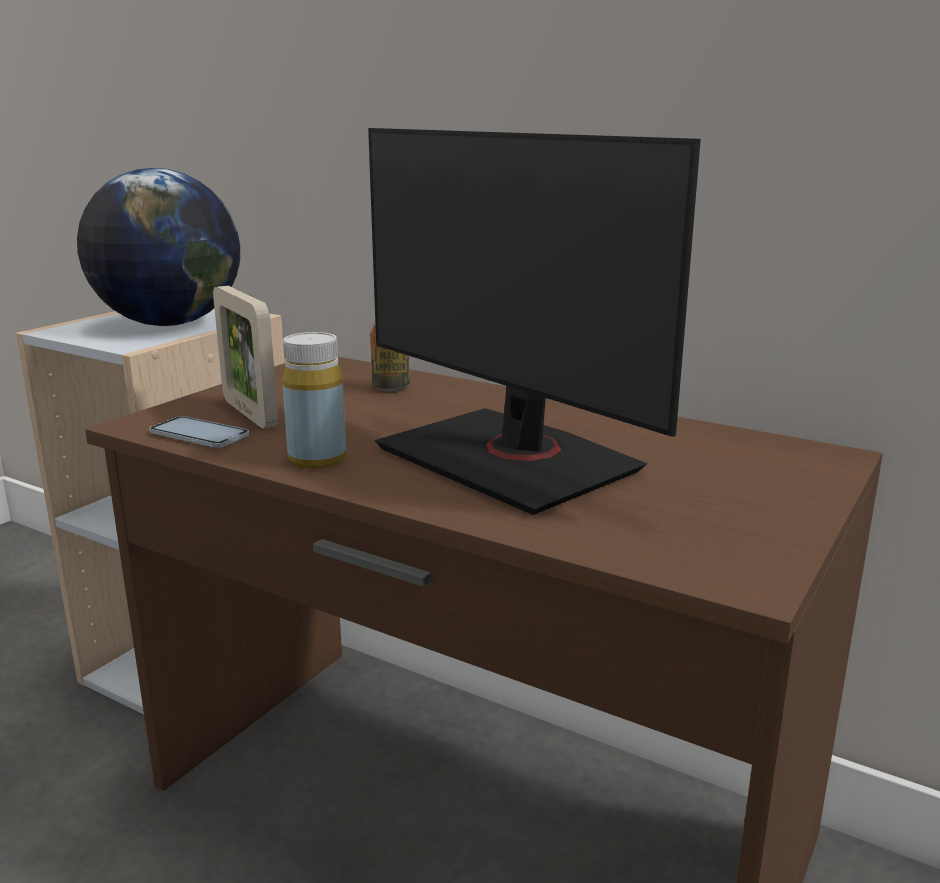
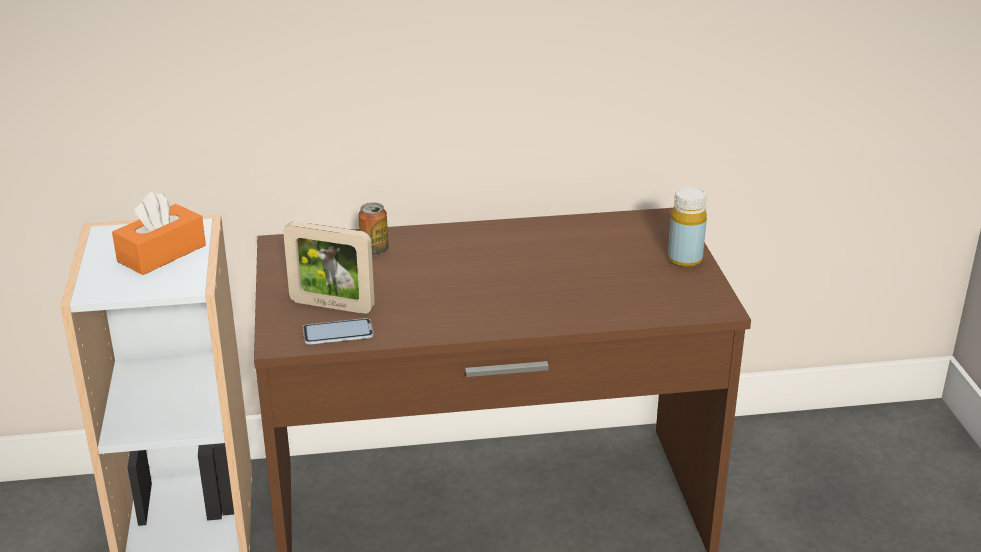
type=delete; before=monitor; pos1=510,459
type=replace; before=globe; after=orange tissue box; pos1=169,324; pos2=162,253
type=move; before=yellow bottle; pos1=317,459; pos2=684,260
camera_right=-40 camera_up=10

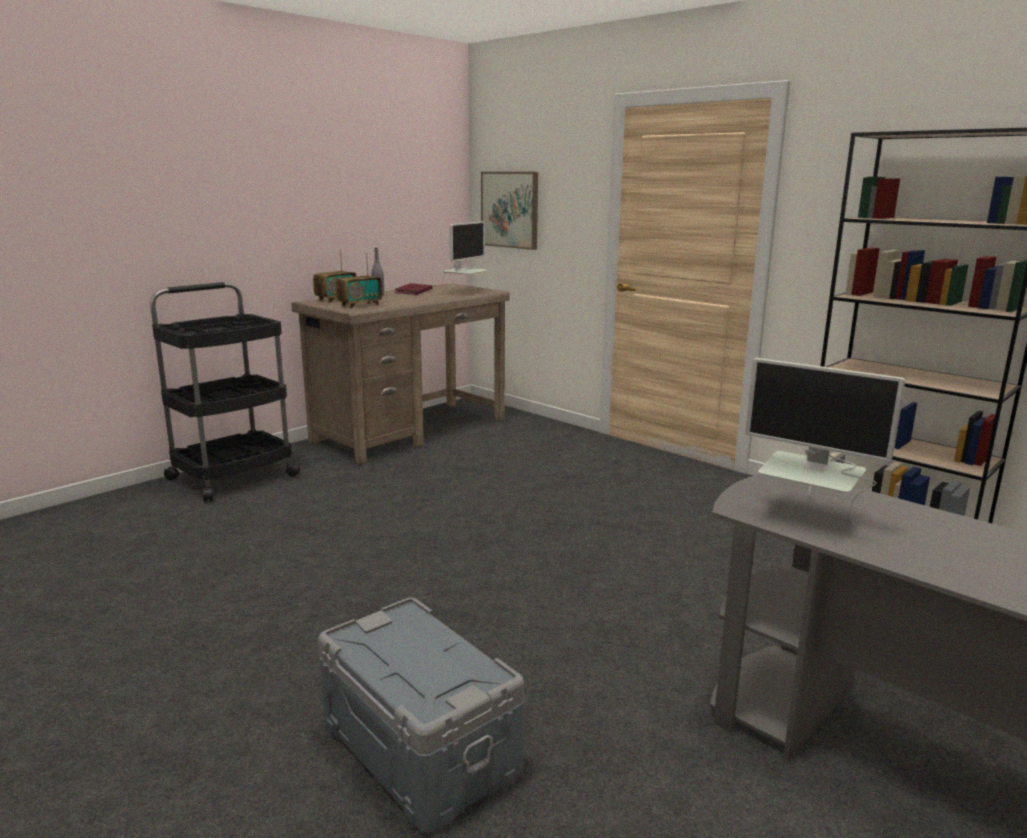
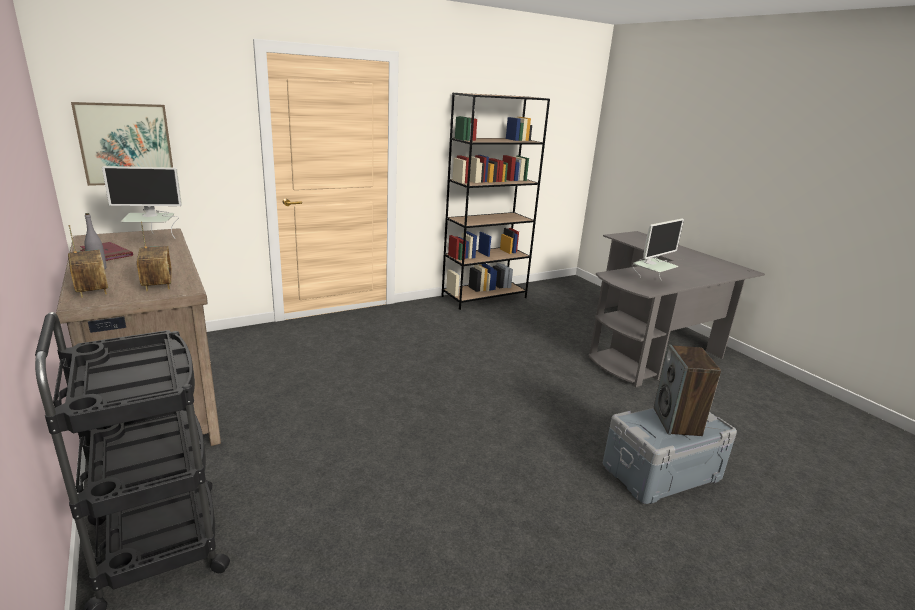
type=rotate; before=monitor; pos1=465,292; pos2=152,239; turn=120
type=insert; after=speaker; pos2=677,422
camera_right=-75 camera_up=5

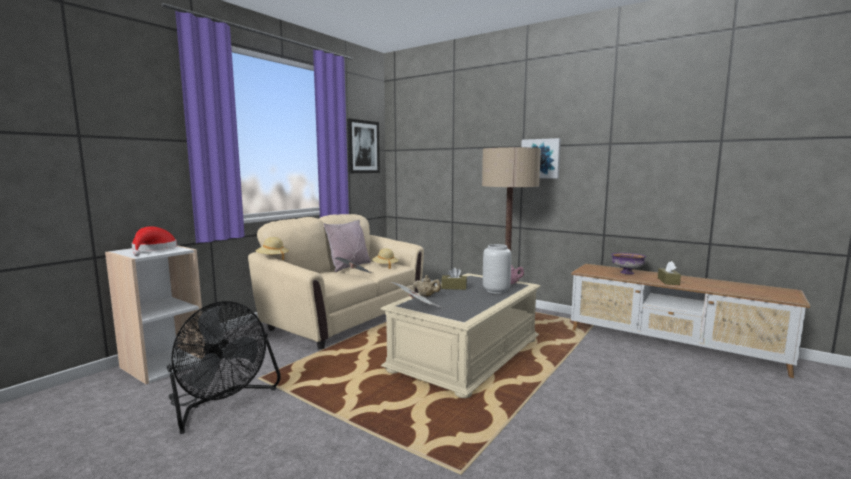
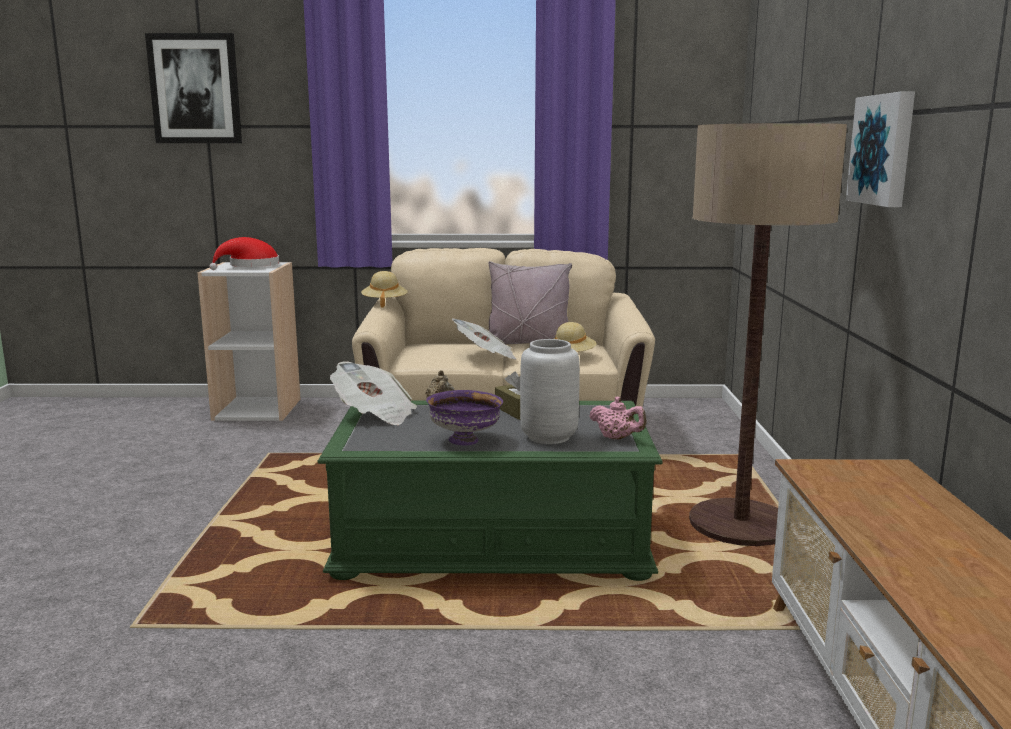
type=move; before=picture; pos1=363,147; pos2=195,89
type=move; before=purple bowl; pos1=626,273; pos2=465,440
type=delete; before=brown tissue box; pos1=668,281
type=recolor; before=beige coffee table; after=green coffee table; pos1=466,354; pos2=494,540
type=delete; before=black fan; pos1=218,404
camera_right=55 camera_up=5

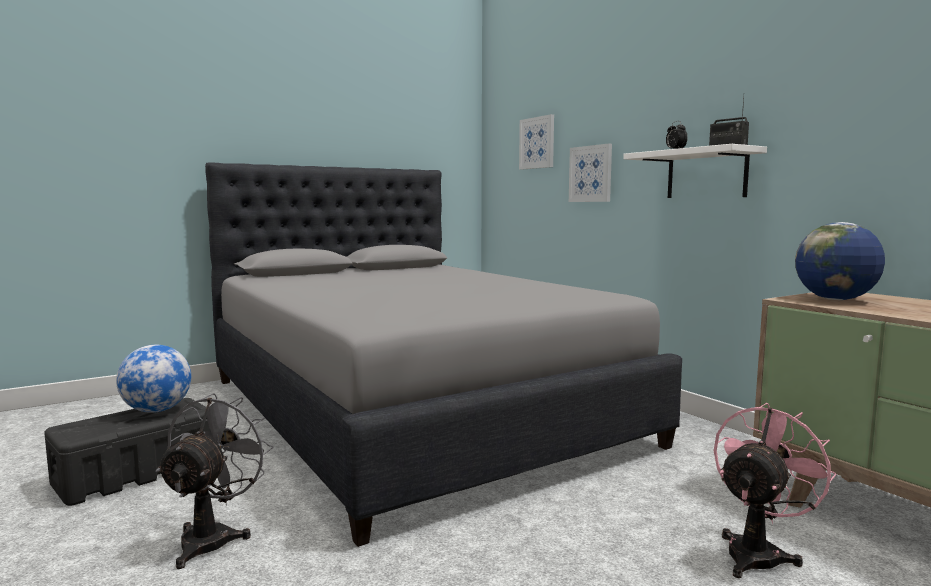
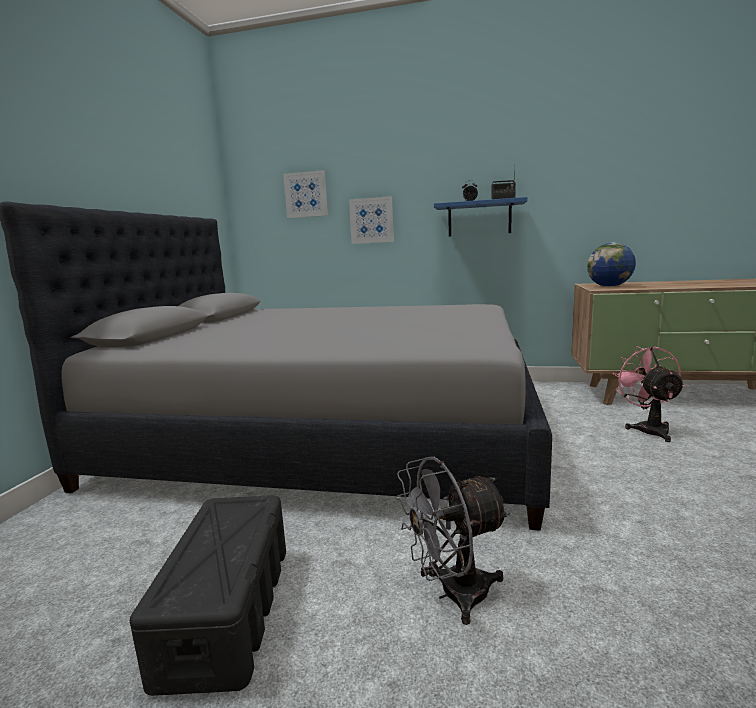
type=recolor; before=white shelf; after=blue shelf; pos1=706,174; pos2=479,219
type=delete; before=globe; pos1=156,410
type=rotate; before=grey fan; pos1=213,537; pos2=452,594; turn=-75
camera_right=-45 camera_up=5

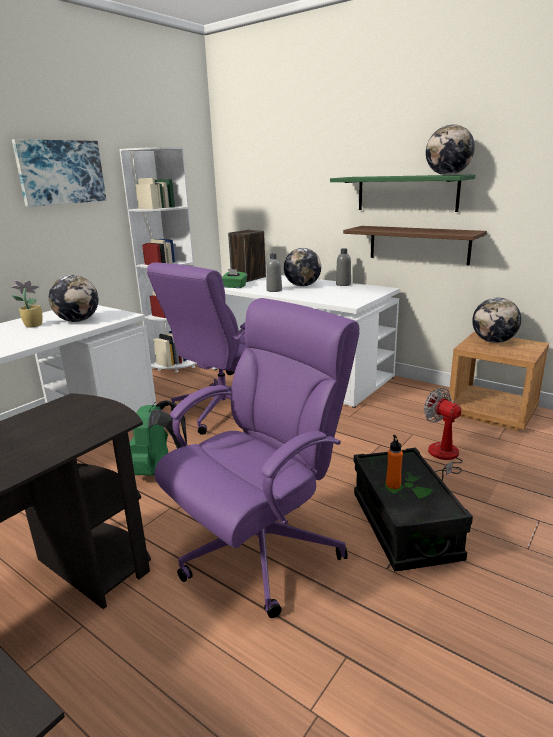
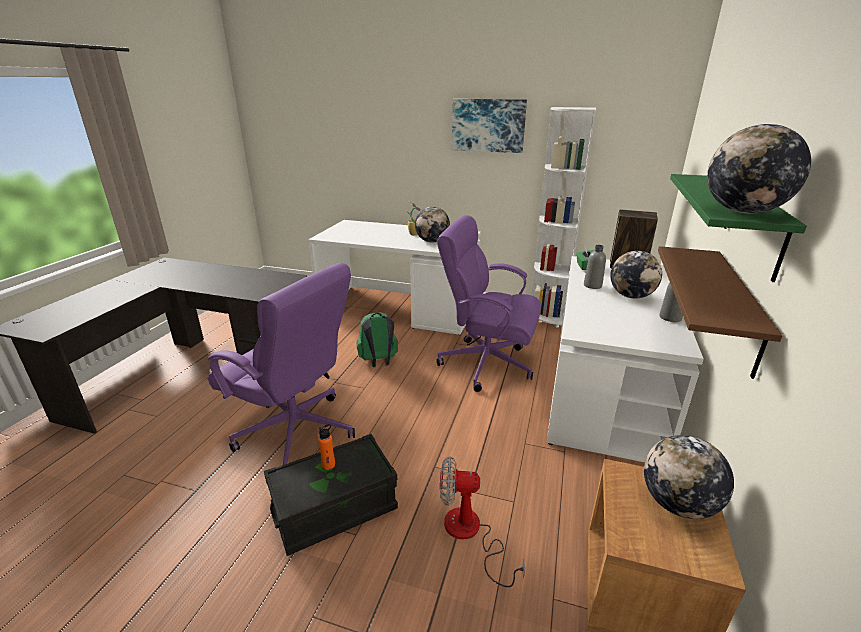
type=rotate; before=fan; pos1=443,458; pos2=470,534; turn=-120
camera_right=70 camera_up=5

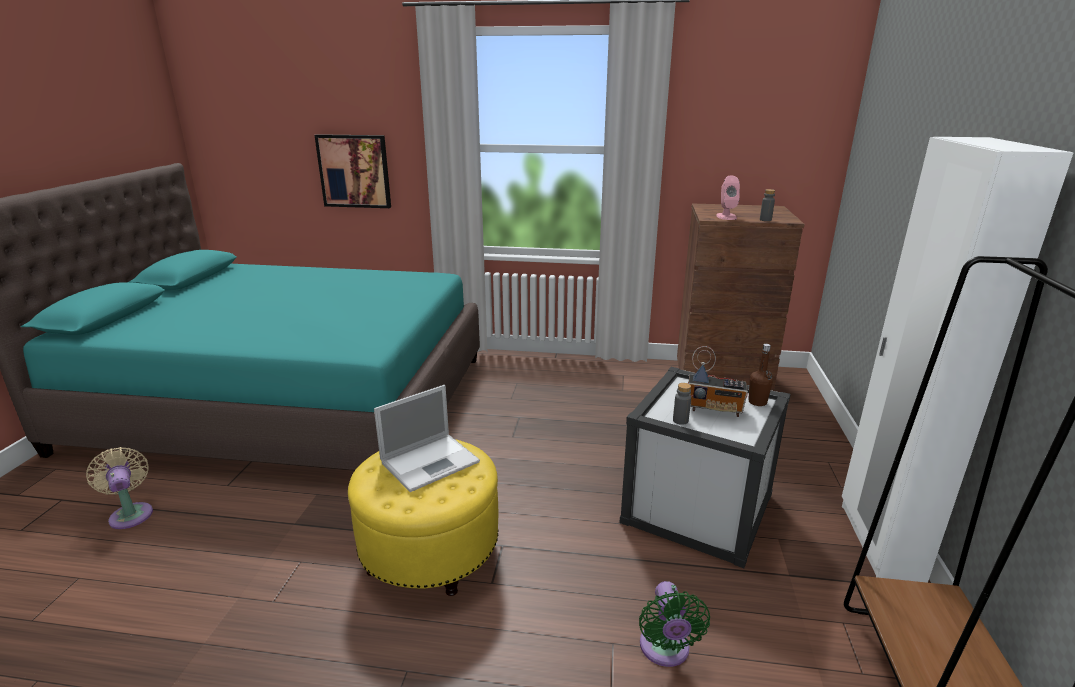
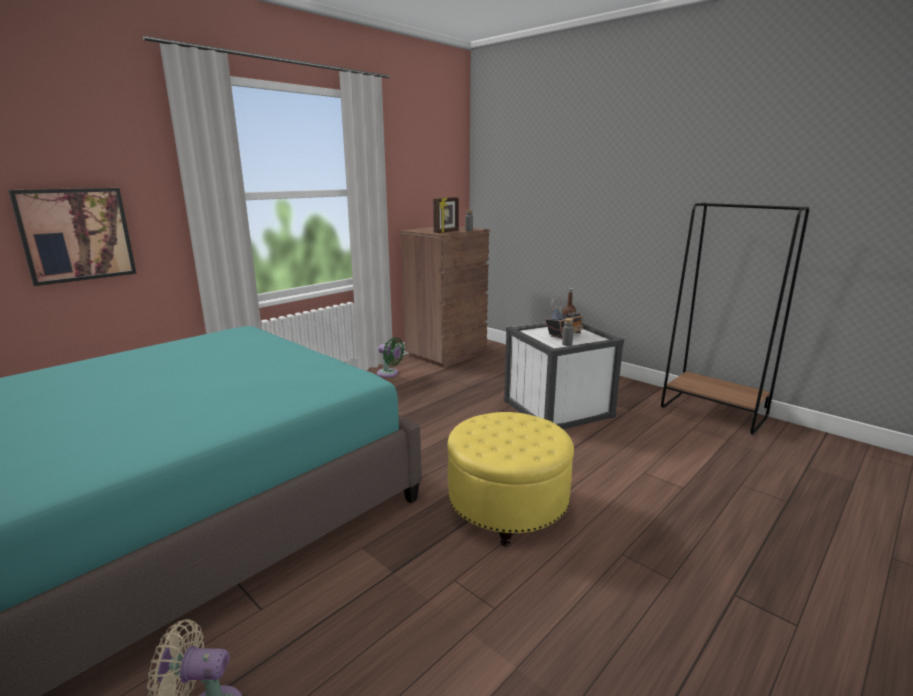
type=delete; before=white wardrobe; pos1=878,542
type=replace; before=pink speaker; after=picture frame; pos1=726,216; pos2=446,232
type=delete; before=laptop; pos1=431,461
type=move; before=green fan; pos1=665,650; pos2=389,374
camera_right=-55 camera_up=-5

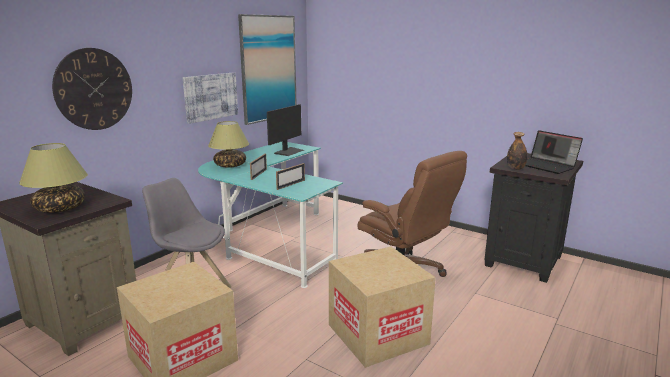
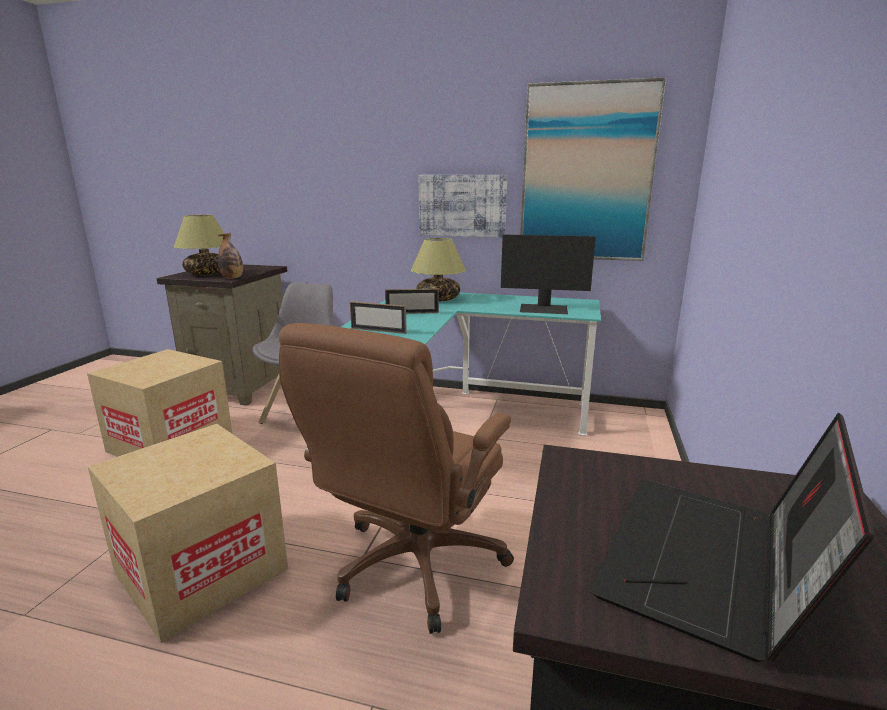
type=delete; before=wall clock; pos1=94,89
type=move; before=bottle; pos1=515,168; pos2=232,278
camera_right=70 camera_up=0

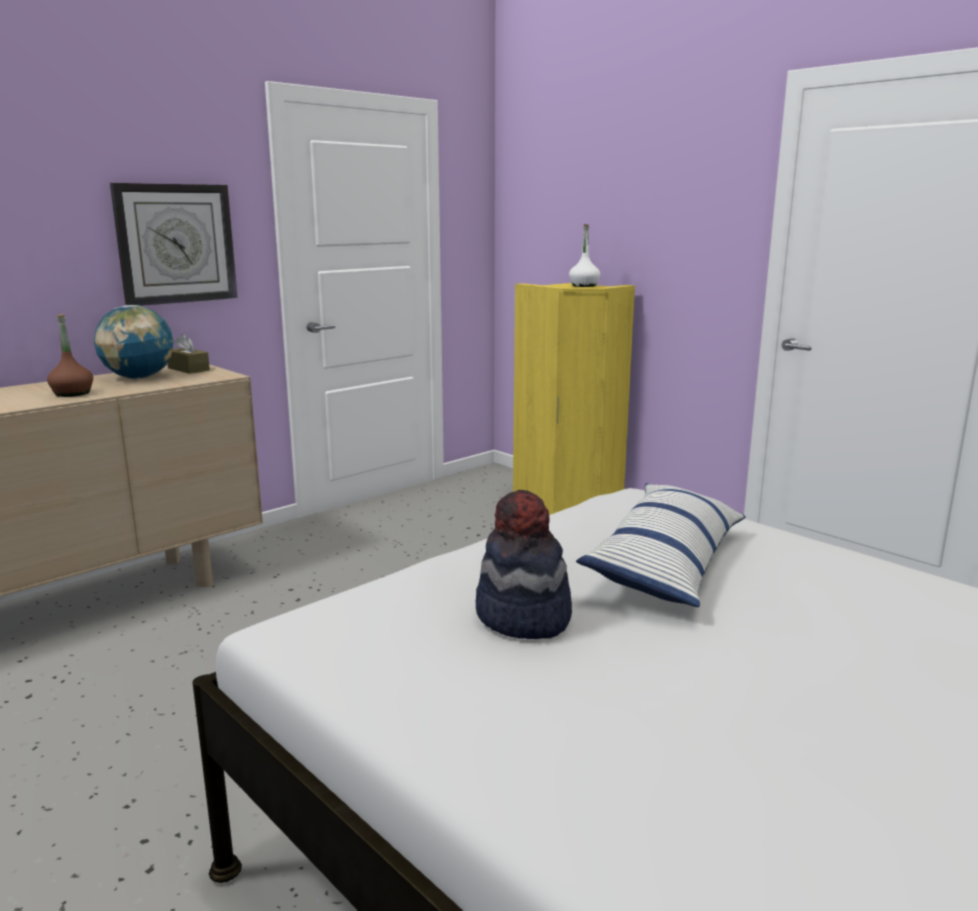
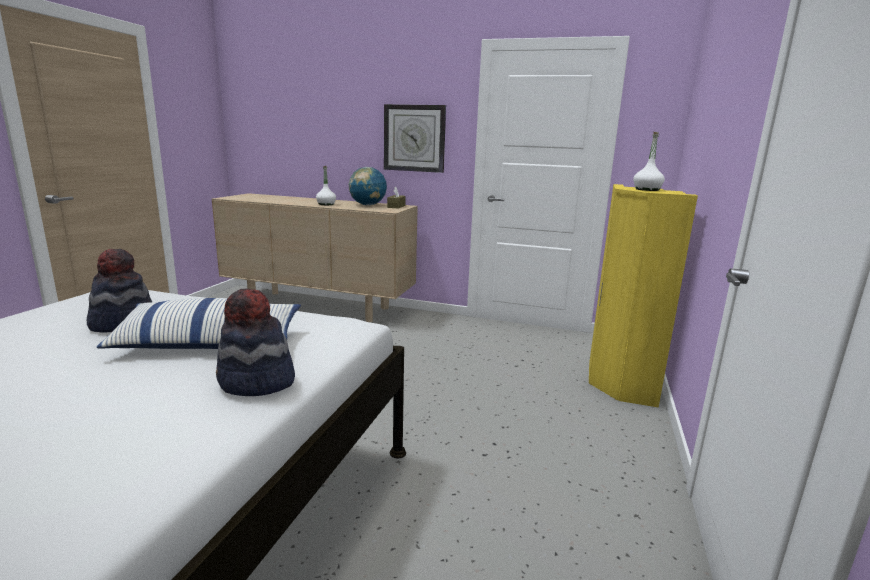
type=recolor; before=brown bottle; after=white bottle; pos1=72,393; pos2=326,204
type=insert; after=hat; pos2=256,382
camera_right=60 camera_up=0

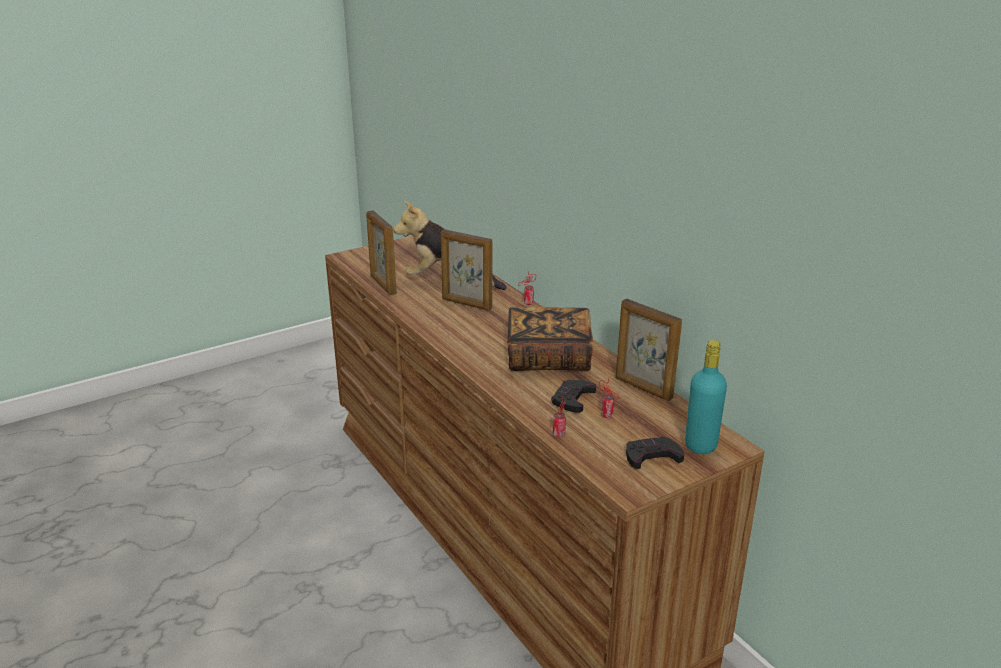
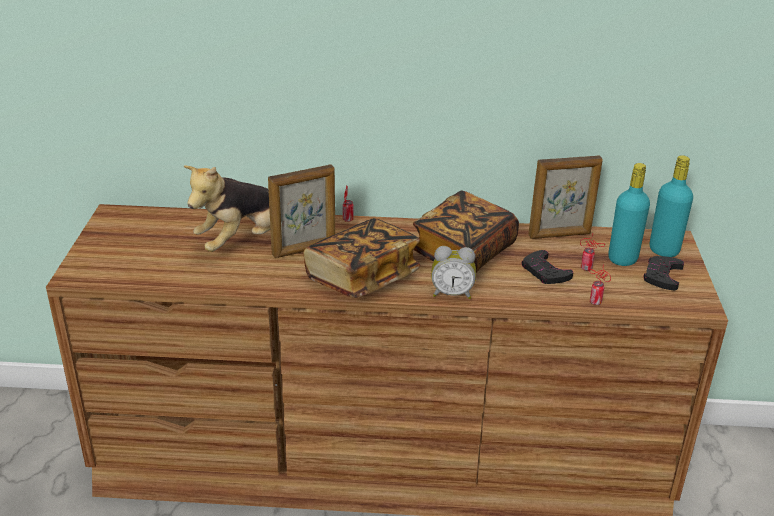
type=delete; before=picture frame; pos1=383,285
type=insert; after=turquoise bottle; pos2=622,259
type=insert; after=book; pos2=362,277
type=insert; after=alarm clock; pos2=452,293
camera_right=-55 camera_up=5

